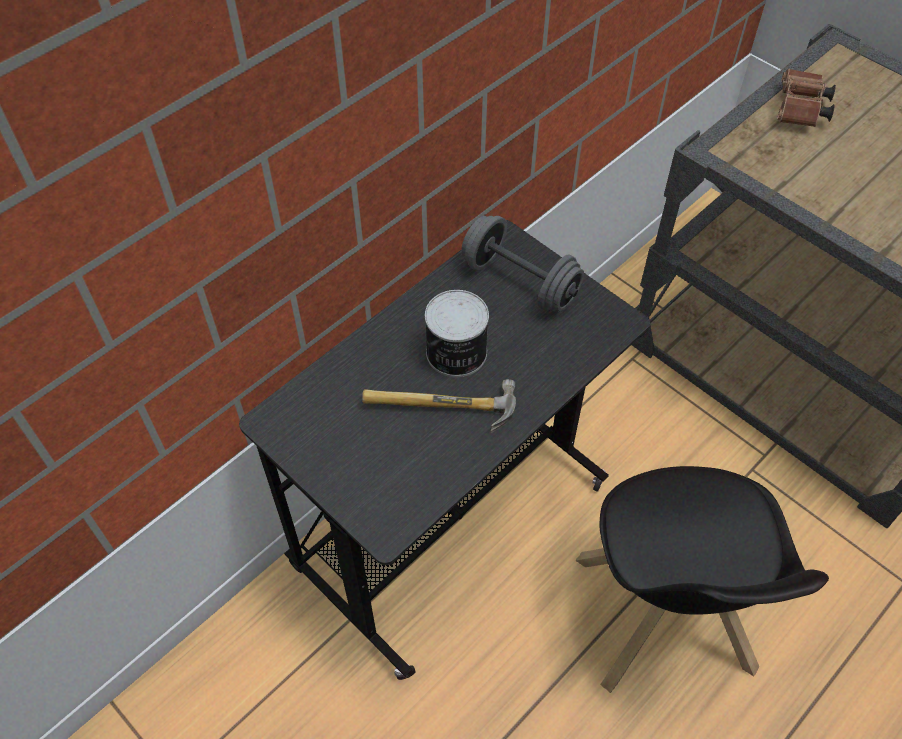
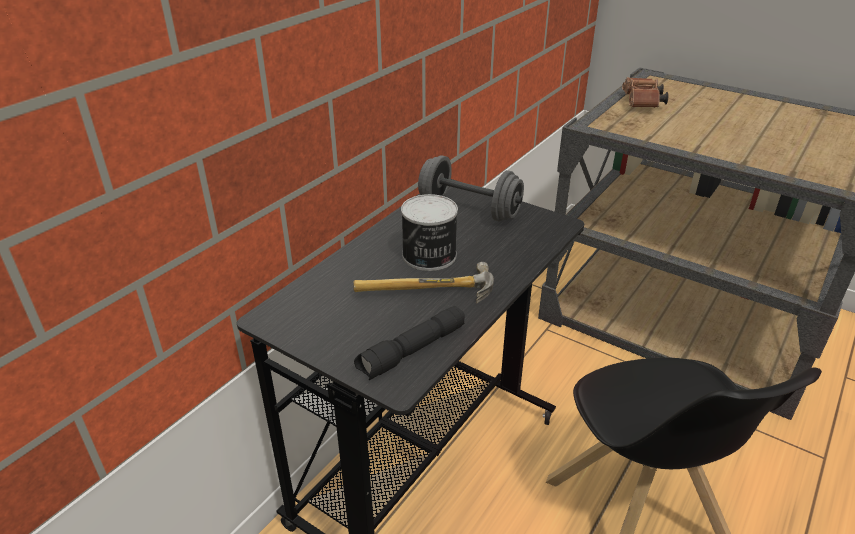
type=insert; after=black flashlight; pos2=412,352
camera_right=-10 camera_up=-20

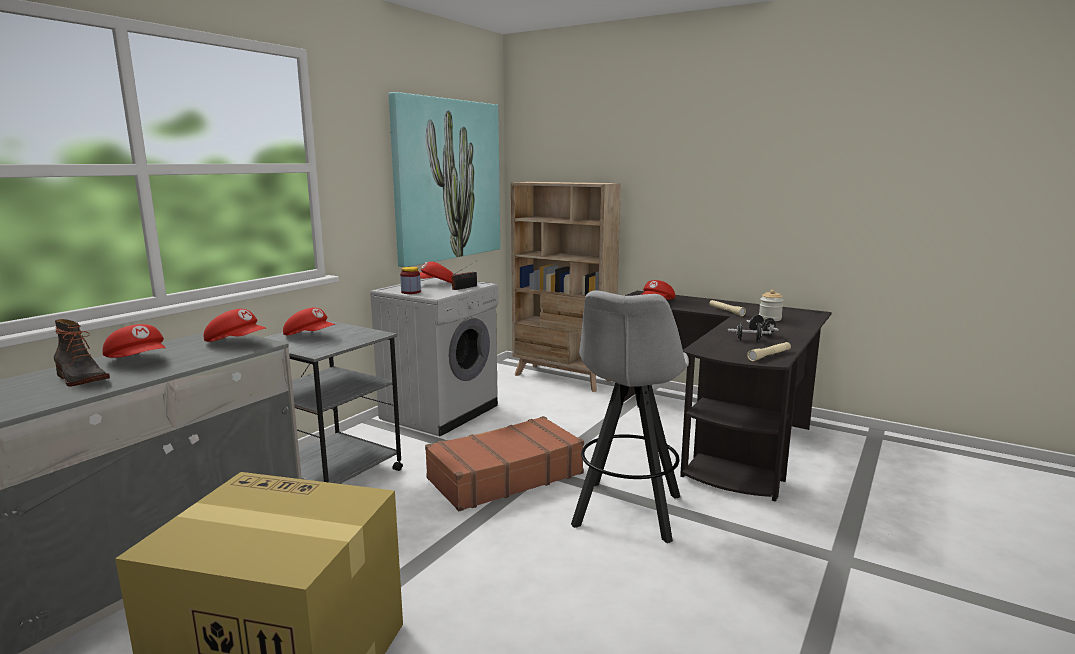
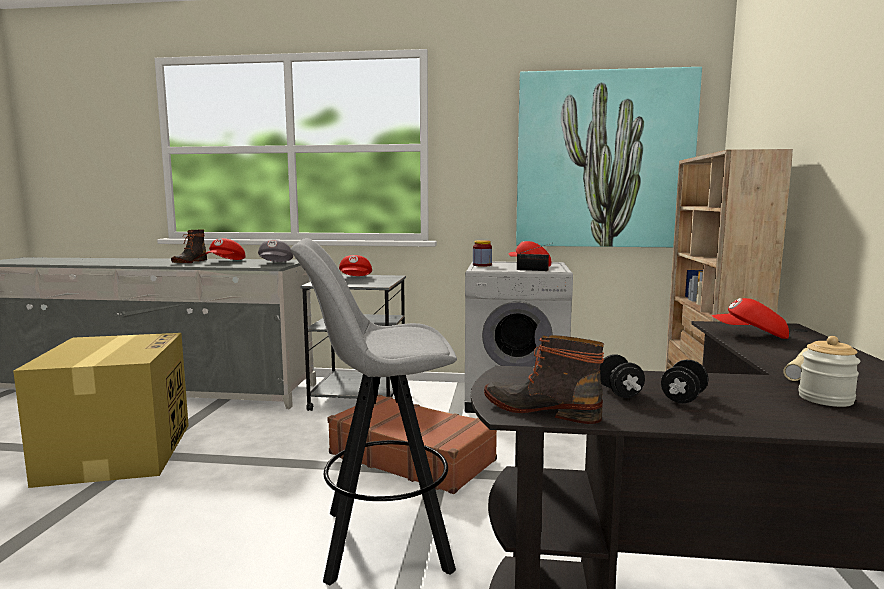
type=recolor; before=red cap; after=grey cap; pos1=237,342; pos2=276,264
type=replace; before=beige flashlight; after=boot; pos1=769,355; pos2=542,409
camera_right=65 camera_up=-5

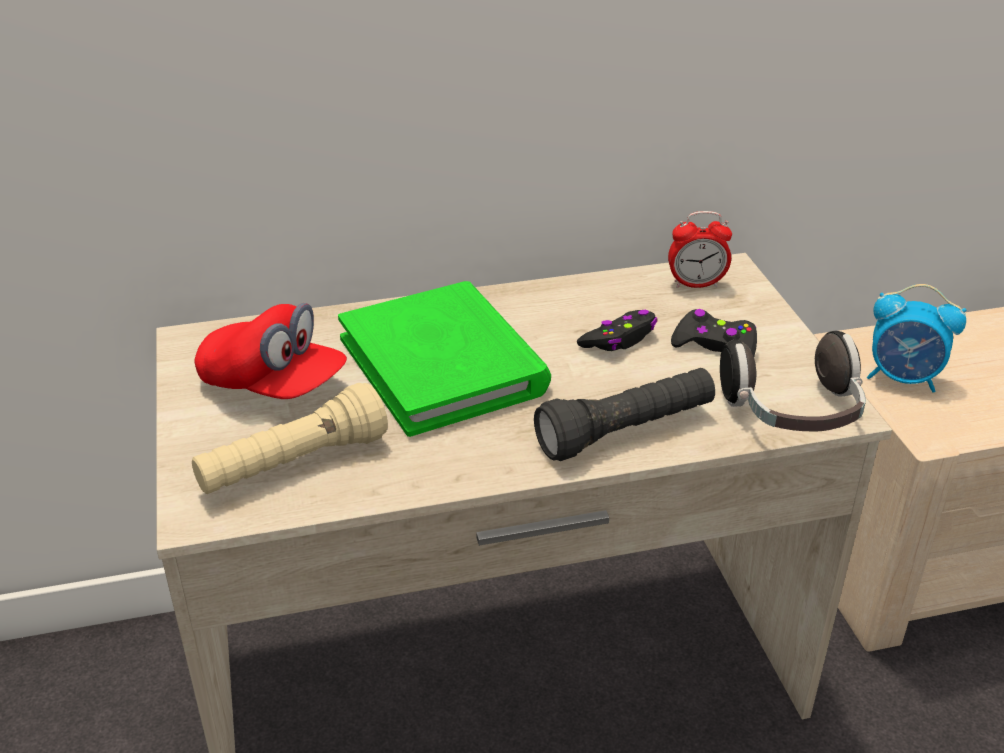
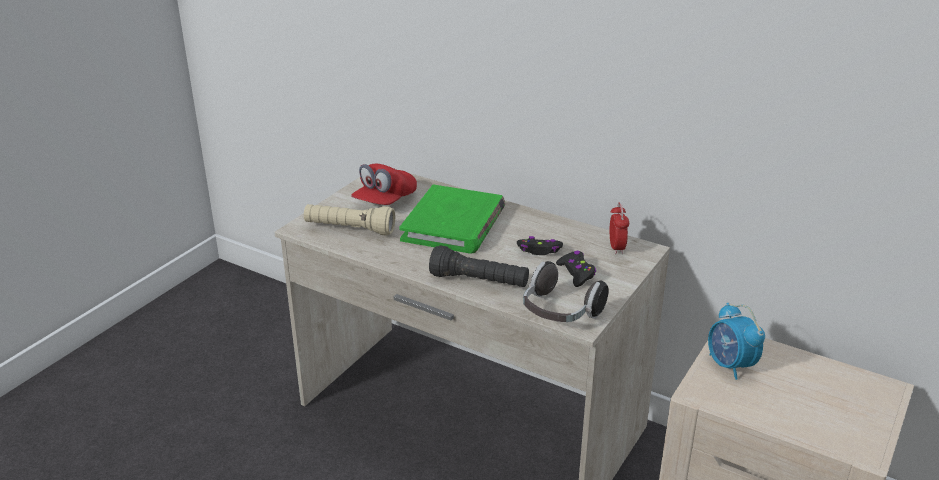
type=rotate; before=alarm clock; pos1=696,284; pos2=616,247; turn=-135
type=rotate; before=red cap; pos1=273,384; pos2=385,201; turn=45
camera_right=45 camera_up=-5

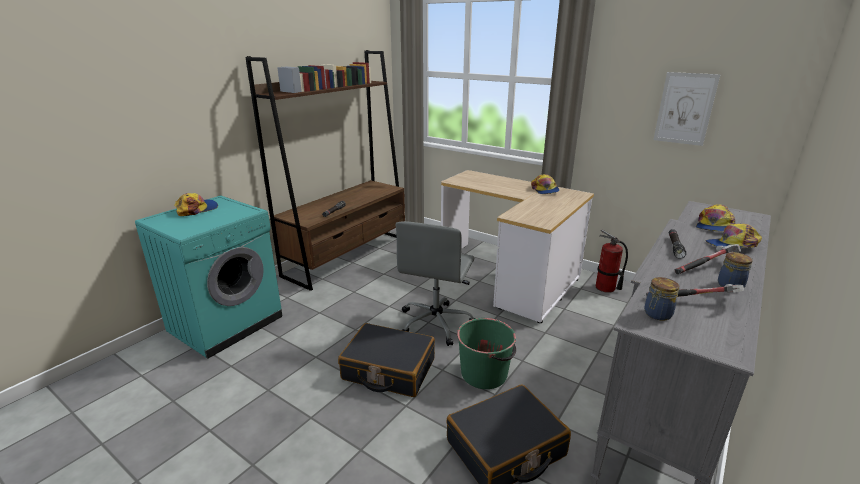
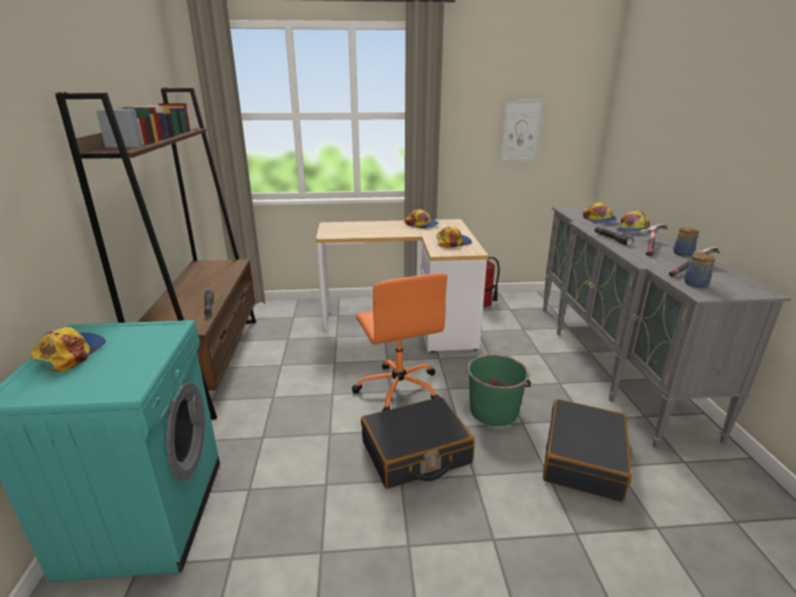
type=recolor; before=grey office chair; after=orange office chair; pos1=436,323; pos2=398,388
type=insert; after=cap; pos2=453,242
camera_right=-40 camera_up=0

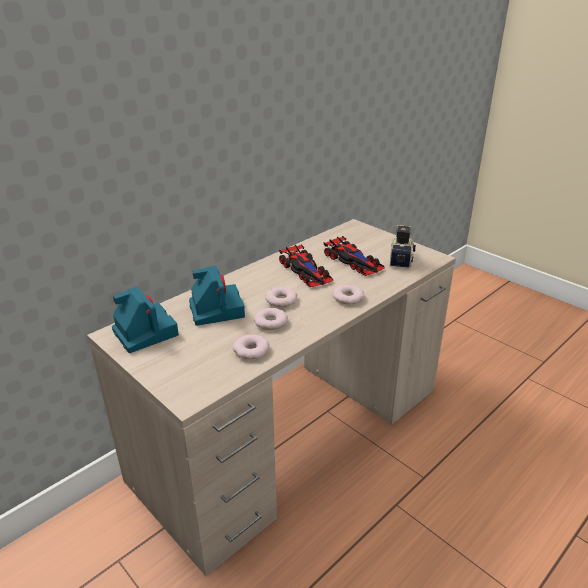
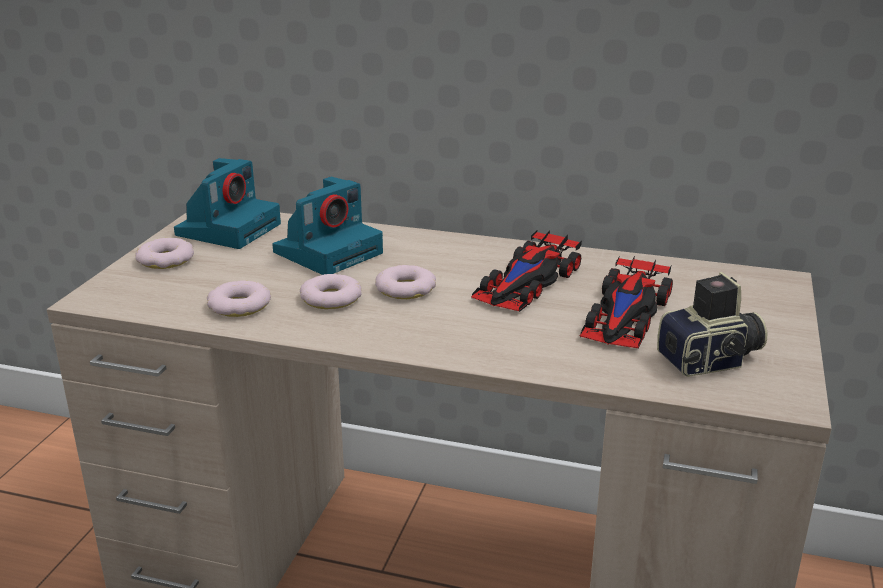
type=move; before=donut; pos1=348,297; pos2=166,259
camera_right=60 camera_up=-5

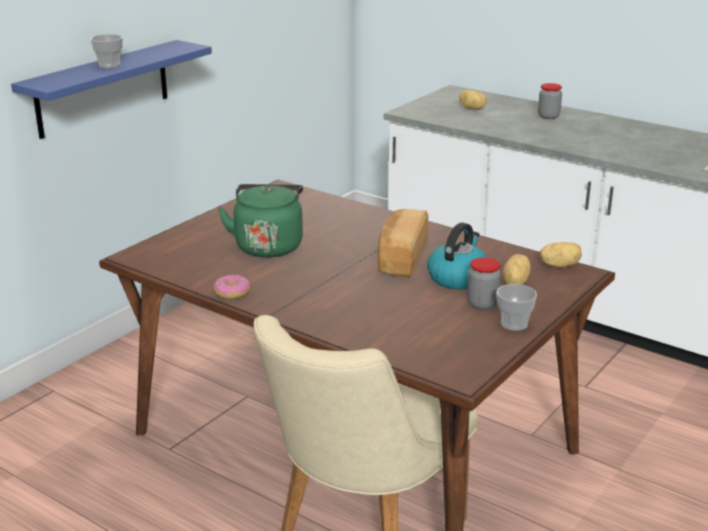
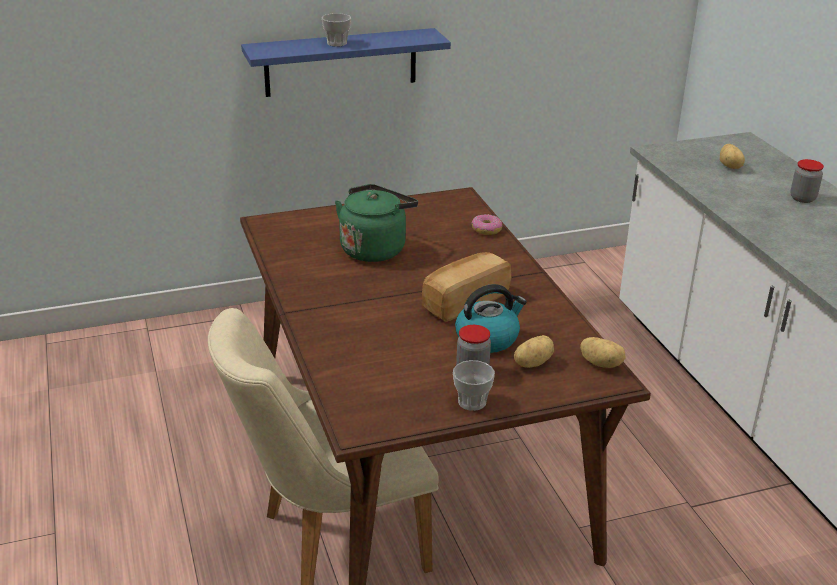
type=move; before=donut; pos1=232,293; pos2=486,230
camera_right=35 camera_up=5

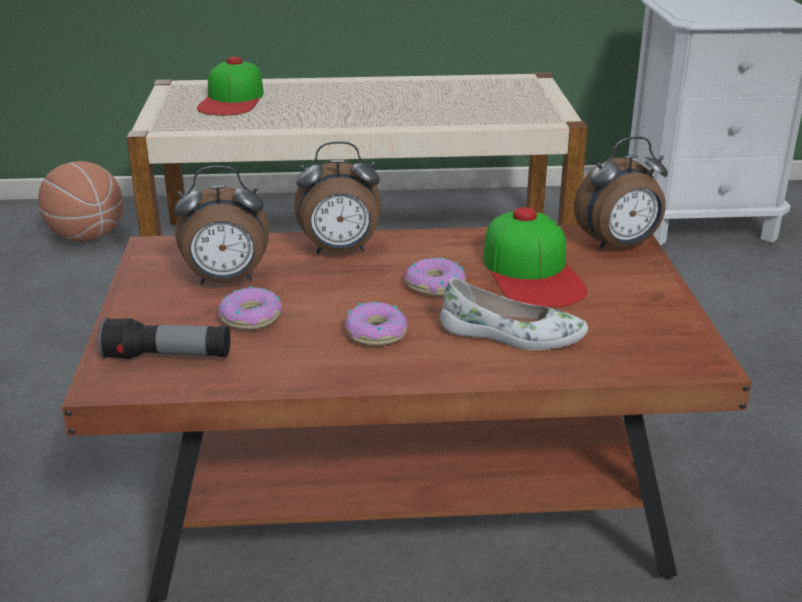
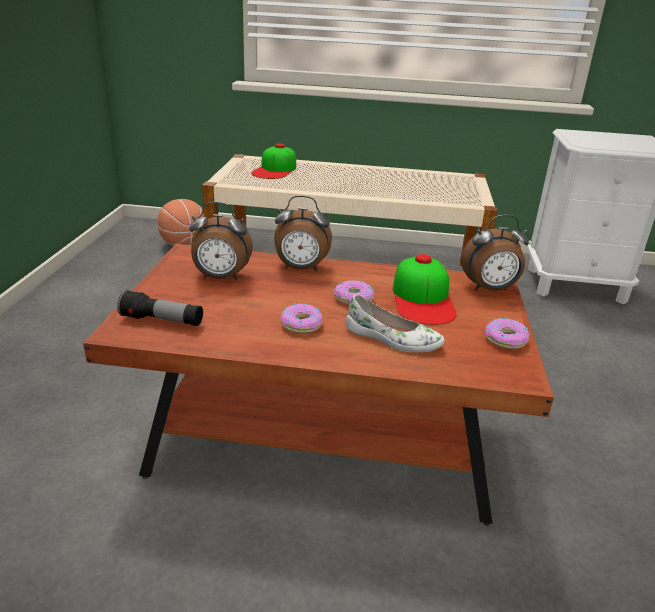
type=move; before=donut; pos1=252,318; pos2=506,340
camera_right=10 camera_up=0

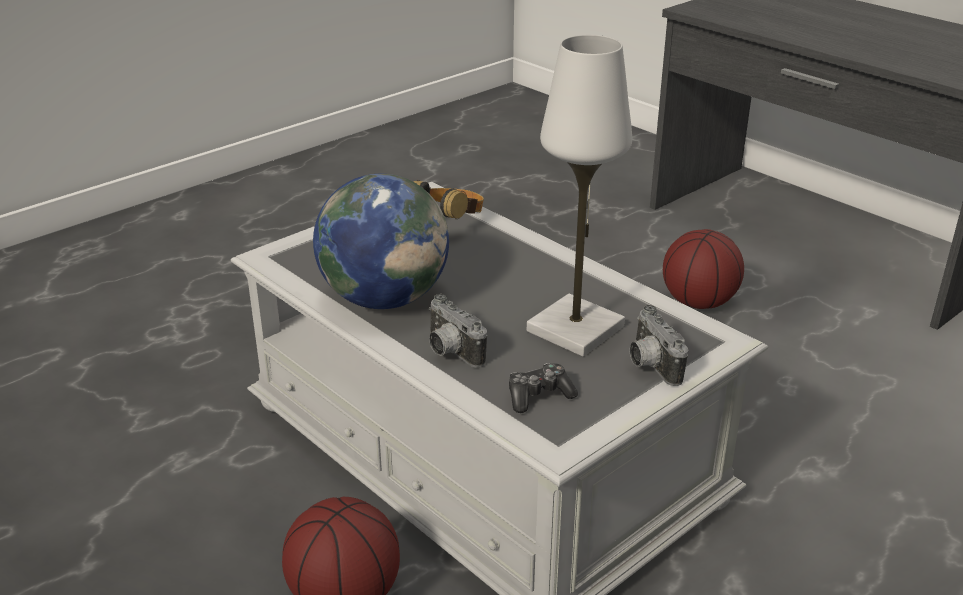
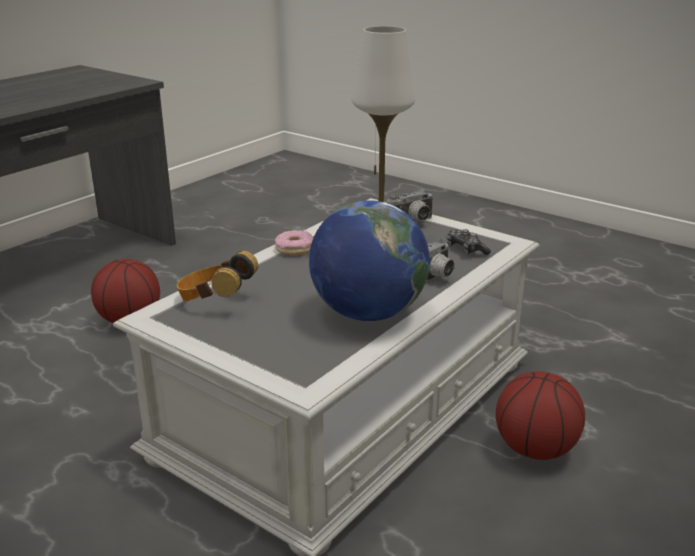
type=insert; after=donut; pos2=294,249
camera_right=-100 camera_up=-5

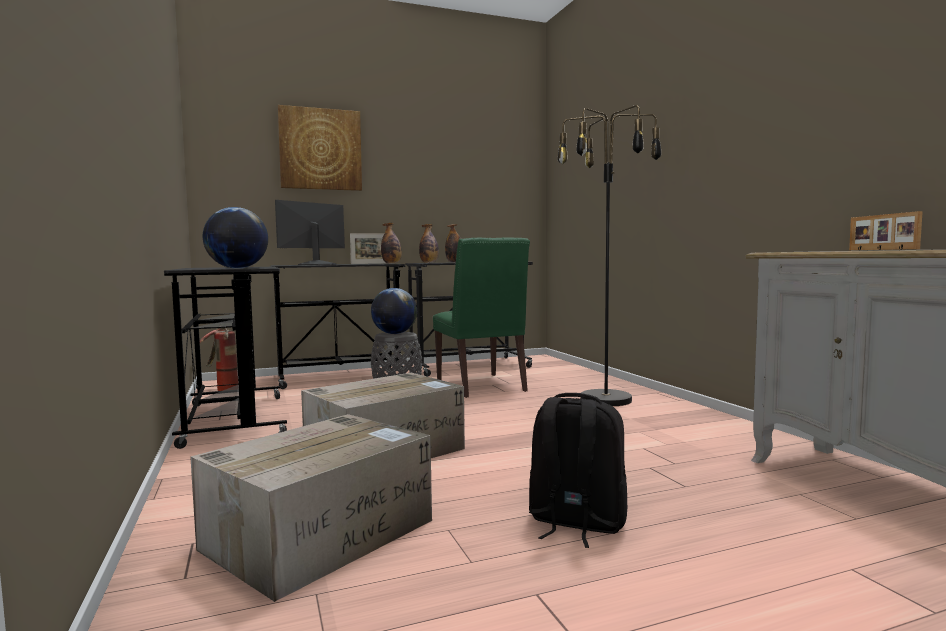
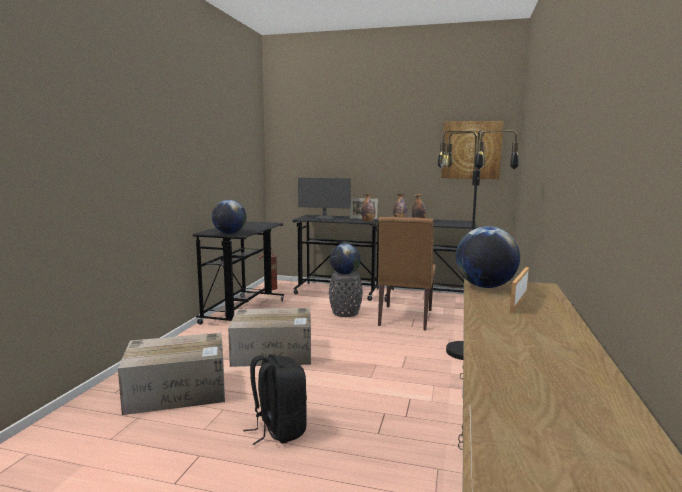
type=move; before=picture; pos1=320,149; pos2=471,150
type=rotate; before=monitor; pos1=316,264; pos2=325,218; turn=-150
type=recolor; before=green chair; after=brown chair; pos1=480,385; pos2=405,317
type=insert; after=globe; pos2=485,286
camera_right=35 camera_up=5

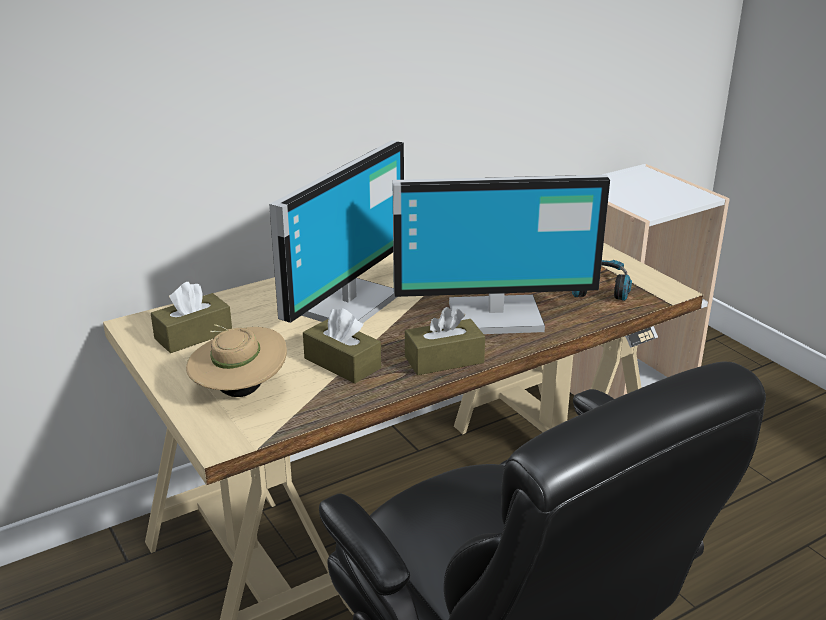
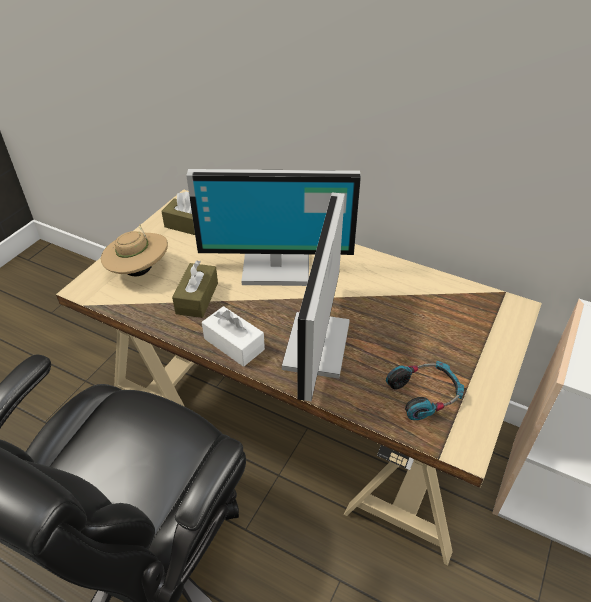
type=rotate; before=monitor; pos1=494,315; pos2=320,346; turn=45
type=recolor; before=brown tissue box; after=white tissue box; pos1=444,360; pos2=234,344
camera_right=60 camera_up=15

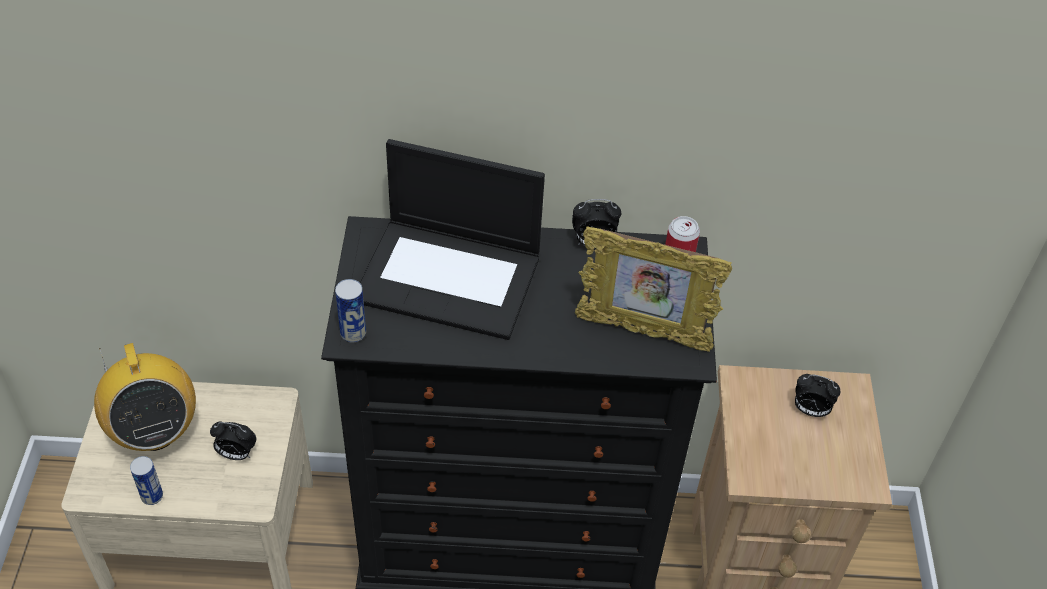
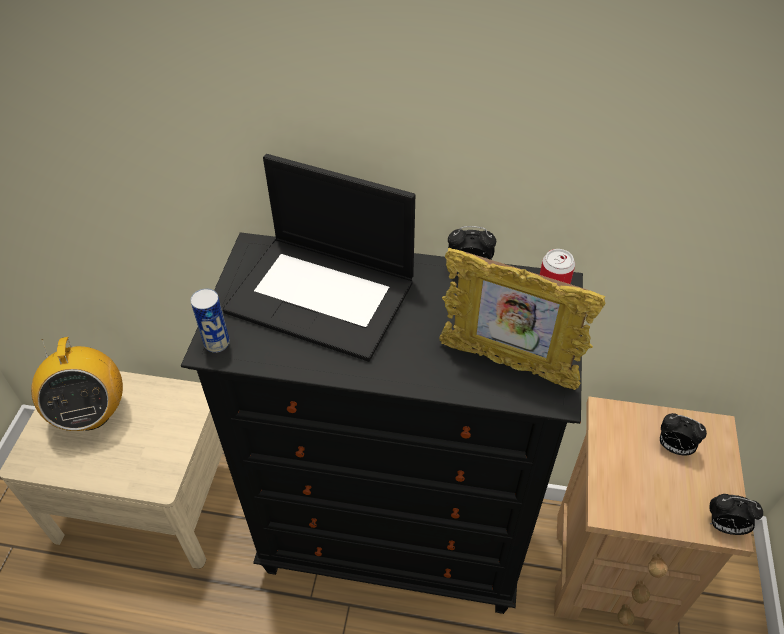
type=move; before=alarm clock; pos1=236,454; pos2=724,526
type=delete; before=can; pos1=152,496
camera_right=10 camera_up=0

